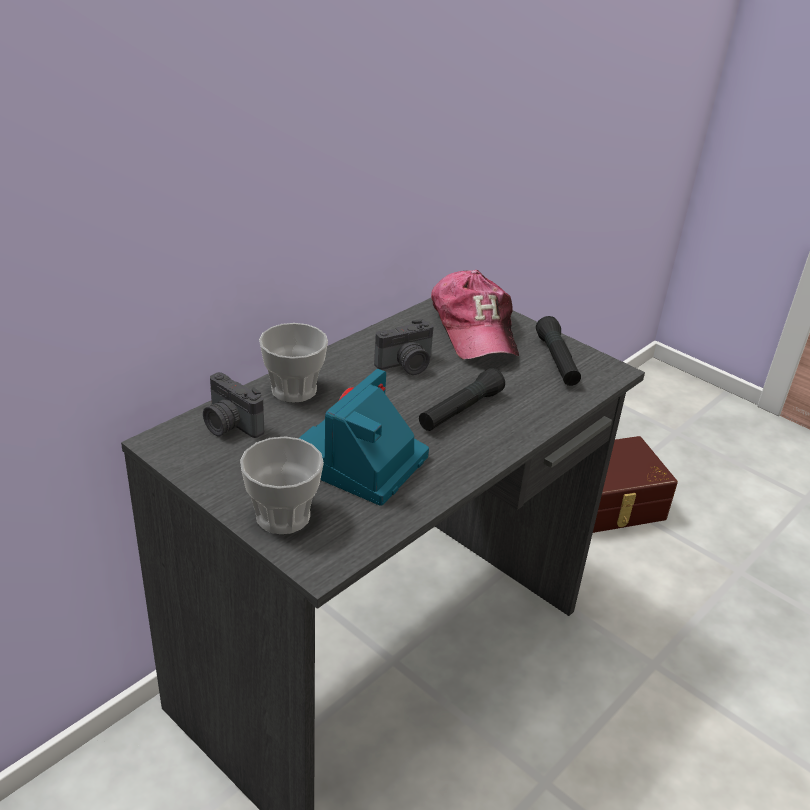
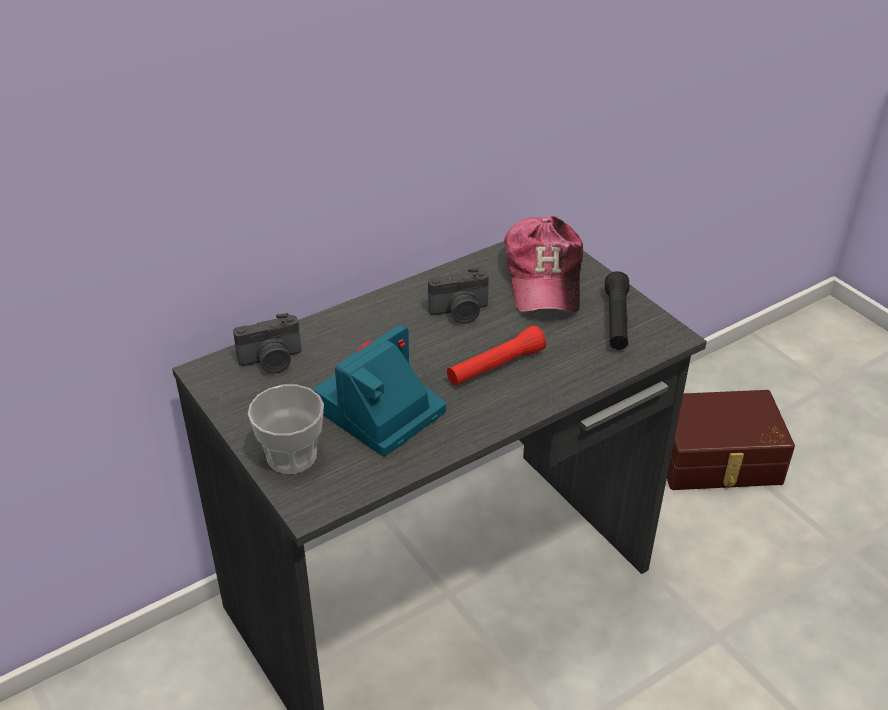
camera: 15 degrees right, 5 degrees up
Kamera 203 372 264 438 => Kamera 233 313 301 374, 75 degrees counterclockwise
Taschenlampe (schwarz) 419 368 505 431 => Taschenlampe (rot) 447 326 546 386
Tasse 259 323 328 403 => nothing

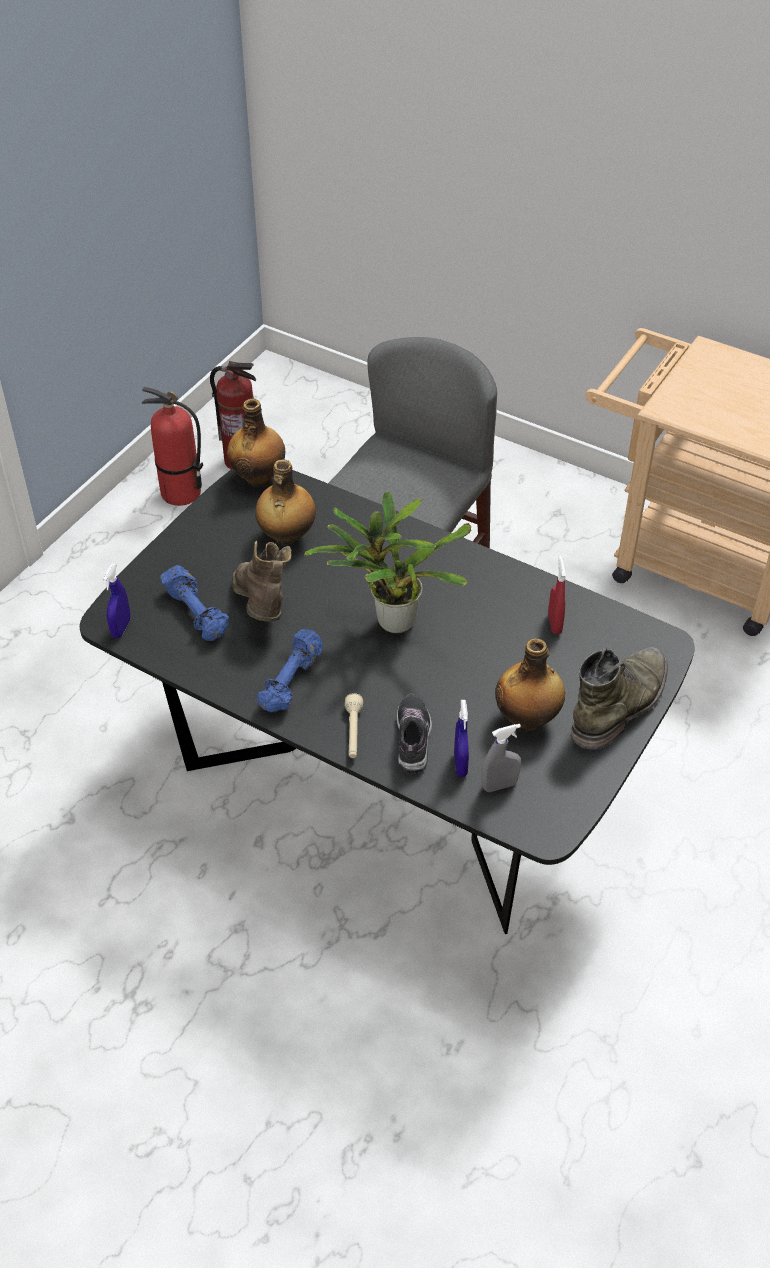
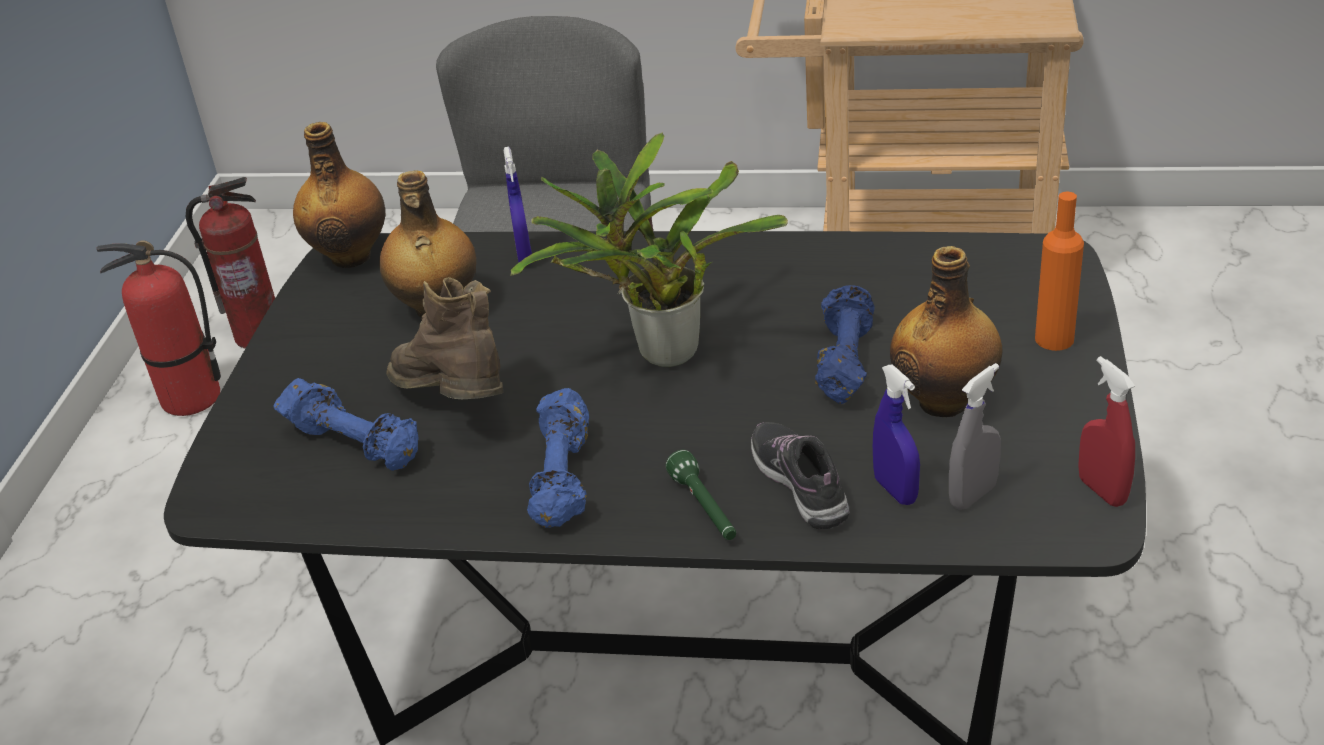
camera: 20 degrees left, 10 degrees down
Sprühflasche (blau) 103 564 130 638 => Sprühflasche (blau) 504 147 532 263, moved
Taschenlampe (beige) 345 693 363 758 => Taschenlampe (grün) 666 450 736 540
nothing => Hantel (blau) 815 285 875 404
Stiefel (grün) 571 647 668 750 => Flasche (orange) 1035 192 1084 351
Sprühflasche (rot) 548 555 566 634 => Sprühflasche (rot) 1078 356 1135 507, moved

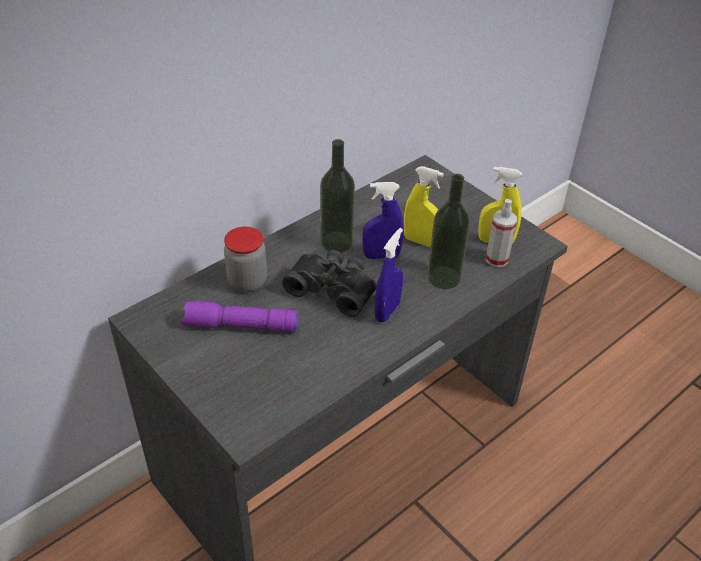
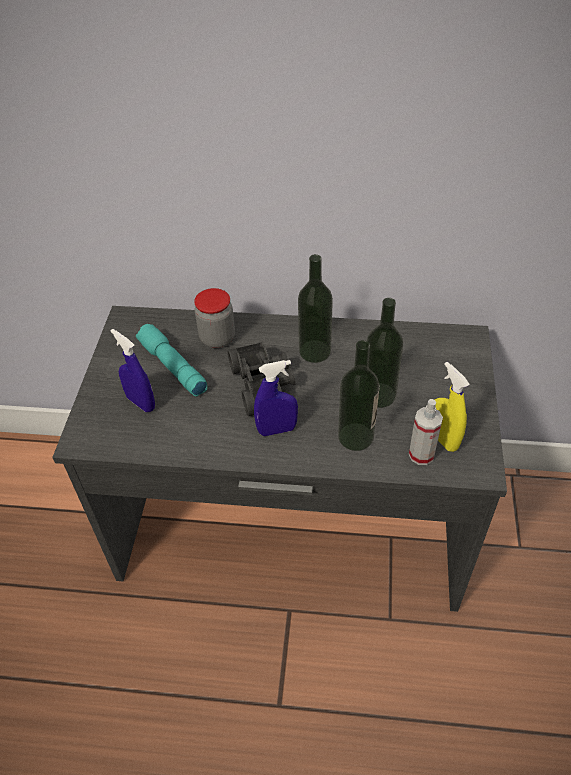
camera: 50 degrees right, 5 degrees up
Sprühflasche (blau) 362 182 404 259 => Sprühflasche (blau) 111 329 155 412, moved
Taschenlampe (lila) 181 301 299 332 => Taschenlampe (türkis) 136 324 207 396
Sprühflasche (gelb) 404 166 444 247 => Flasche 366 298 403 408

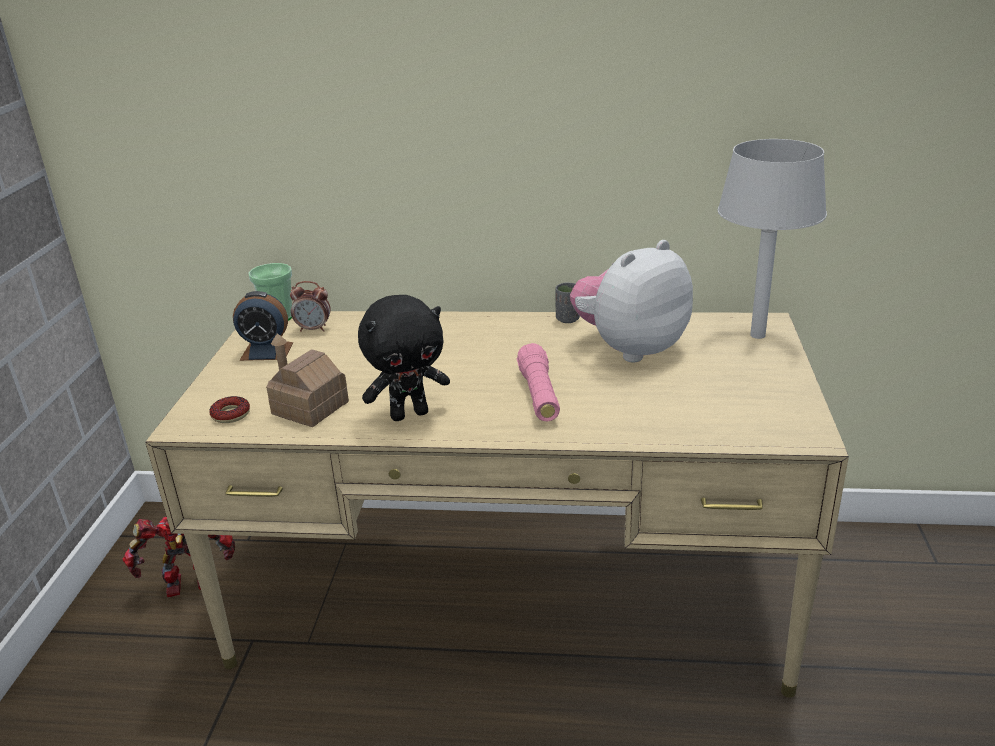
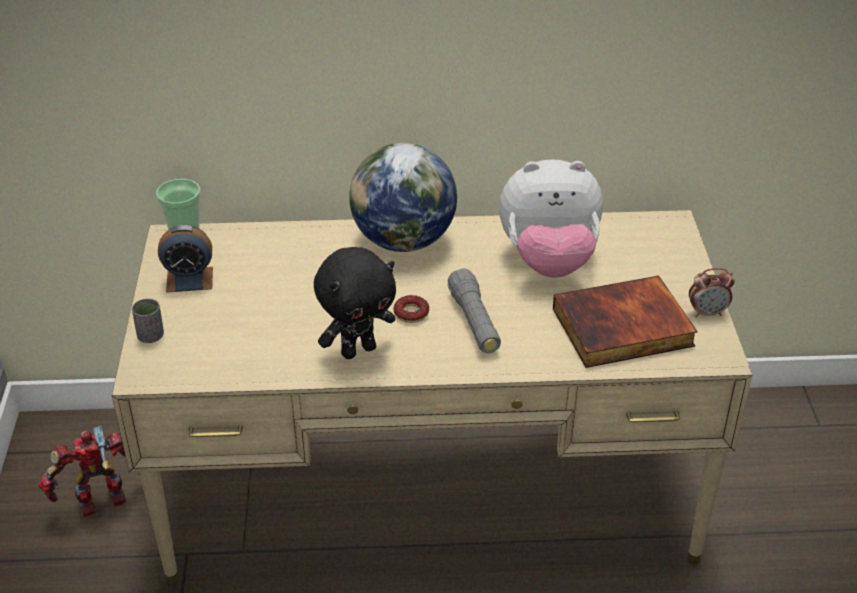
camera: 10 degrees left, 10 degrees up
Tasse (grau) 555 282 580 323 => Tasse (grau) 132 298 164 343, moved
nothing => Globus 349 143 457 252
Donut 209 396 250 423 => Donut 393 295 429 323, moved
Taschenlampe (rosa) 517 343 560 421 => Taschenlampe (grau) 448 268 501 353
Plüschtier 570 240 693 362 => Plüschtier 499 159 603 278, 135 degrees counterclockwise
nothing => Buch 553 276 698 368
Wecker 290 281 331 332 => Wecker 689 268 735 317, moved
Spielzeughaus 266 333 349 427 => nothing
Tischlampe (grau) 717 139 827 339 => nothing

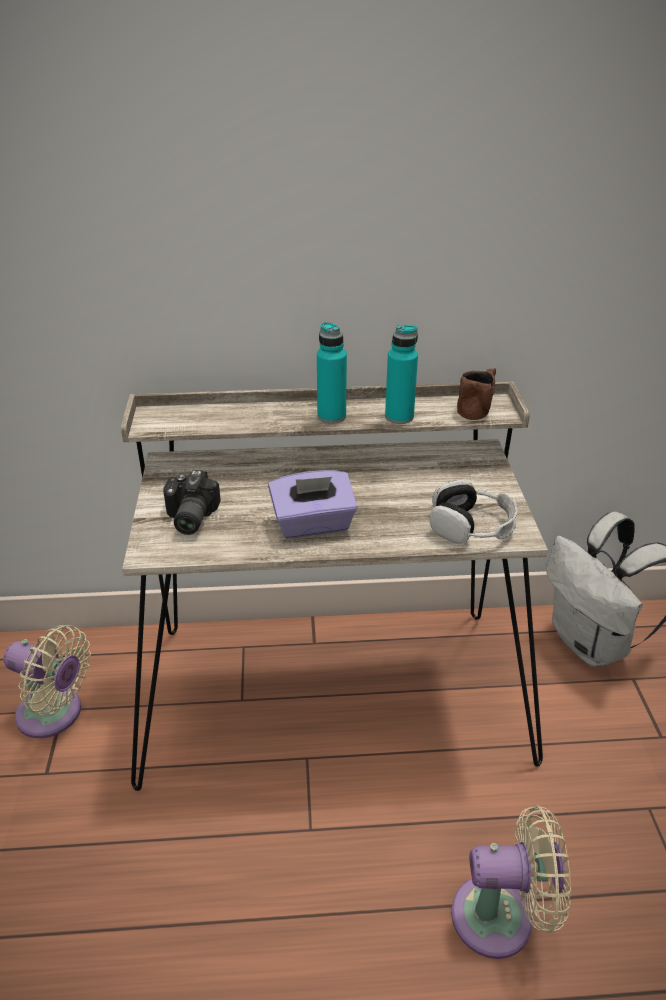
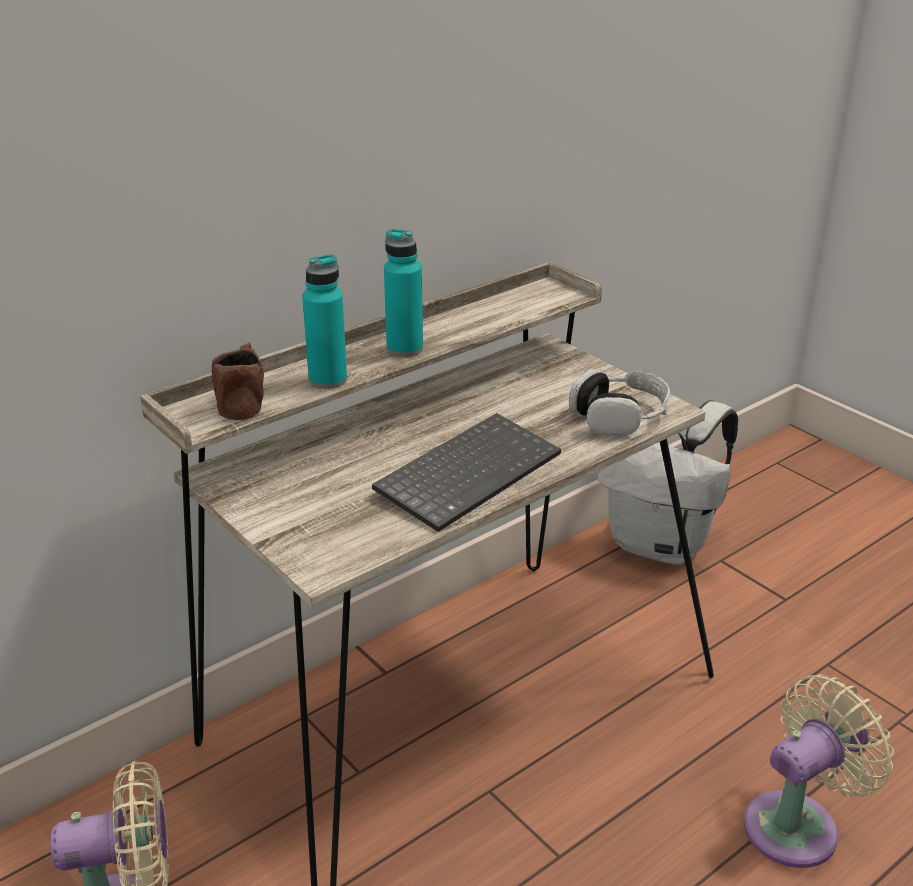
camera: 35 degrees left, 5 degrees down
Henkelbecher (braun) 457 368 496 420 => Henkelbecher (braun) 212 343 264 420, moved
Flasche (türkis) 385 325 418 424 => Flasche (türkis) 302 254 347 389, moved
Taschentuchbox (lila) 268 470 358 539 => Tastatur 372 413 561 532
Kamera 163 470 221 535 => nothing

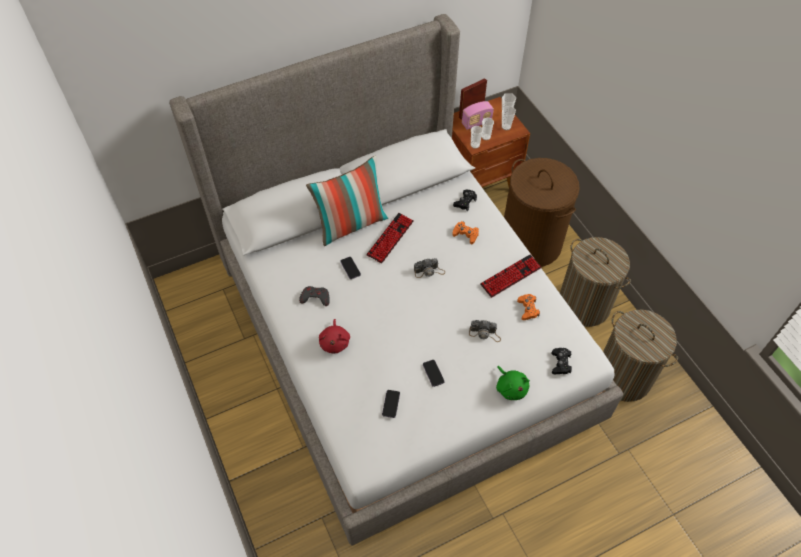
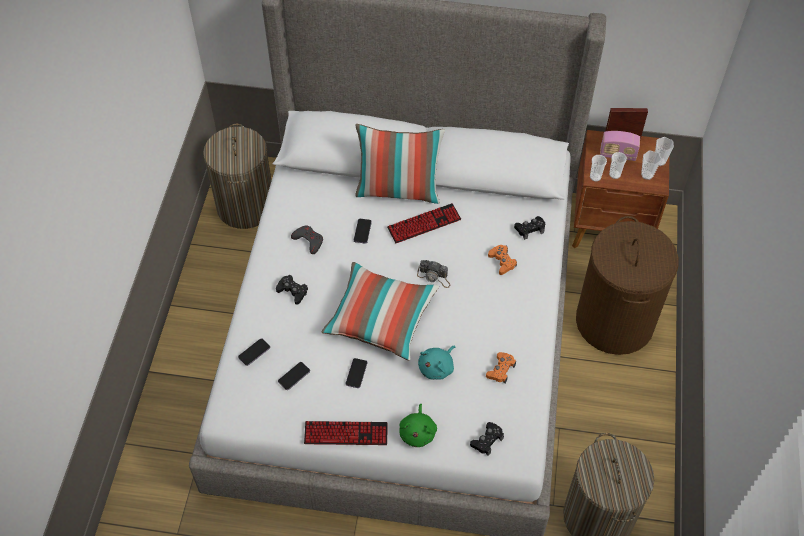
camera: 35 degrees right, 0 degrees up
Wäschekorb 560 237 631 327 => Wäschekorb 203 123 272 229, moved
nothing => Handy 238 338 270 366
Plüschtier (rot) 319 319 350 354 => Gamepad (schwarz) 276 275 308 305
Tastatur 480 255 542 298 => Tastatur 304 421 388 445, moved
nothing => Kissen 322 262 439 361
Kamera 469 320 501 342 => Plüschtier (türkis) 418 346 456 380

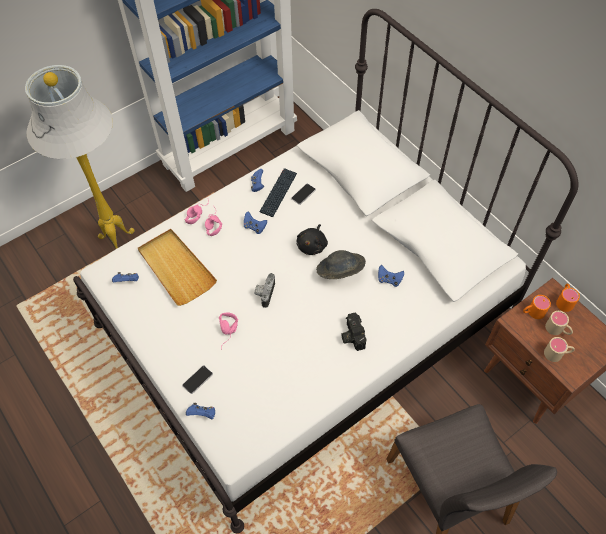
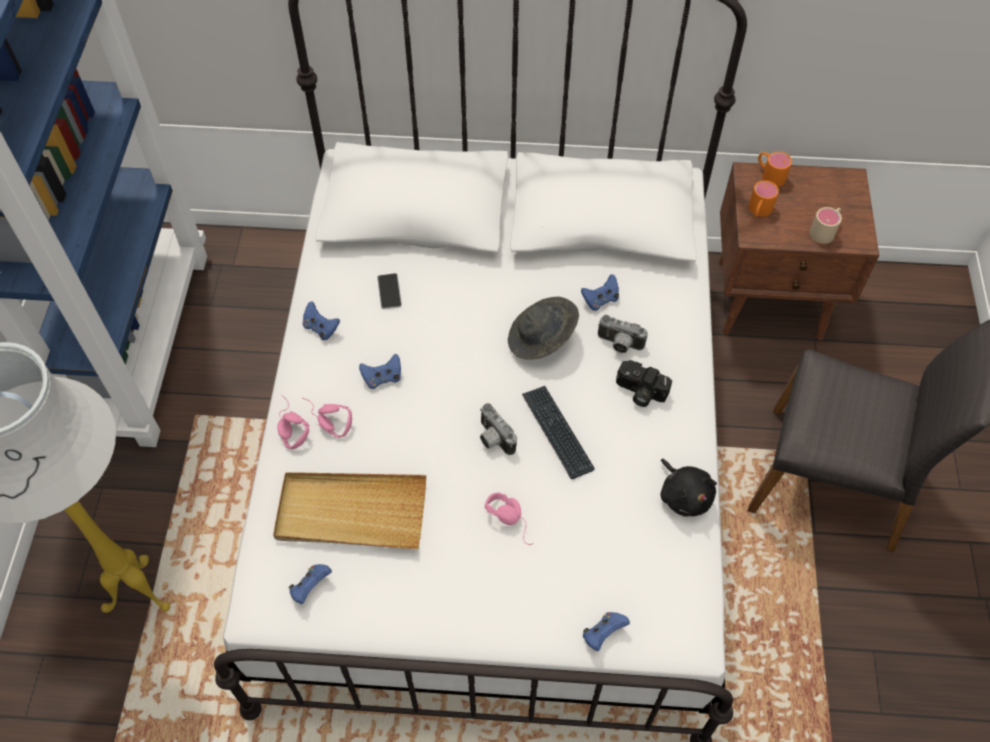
camera: 50 degrees left, 0 degrees up
Tastatur 260 168 297 217 => Tastatur 522 386 595 479, moved
nothing => Kamera 598 315 648 353
Plüschtier (schwarz) 297 224 328 255 => Plüschtier (schwarz) 661 459 717 516, moved
Handy 182 366 213 394 => nothing
Henkelbecher (beige) 545 311 573 335 => nothing

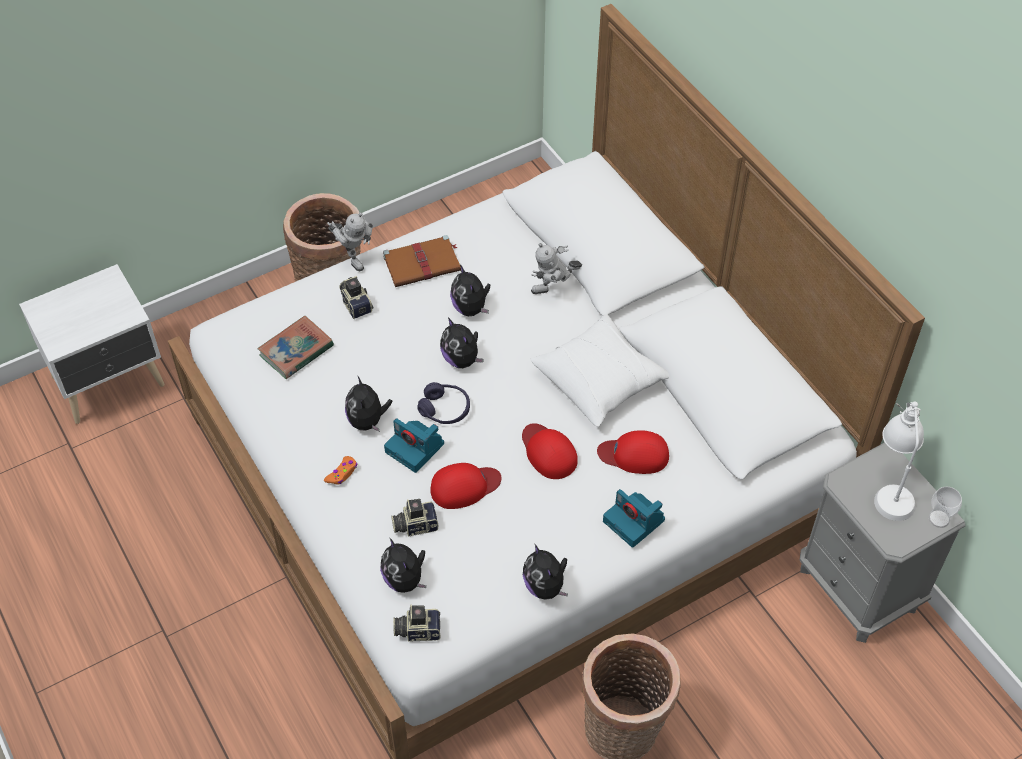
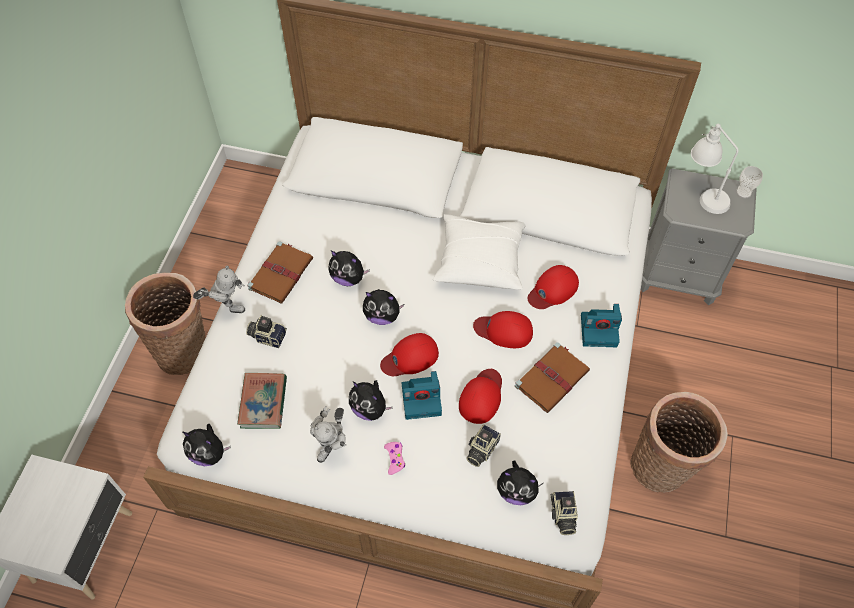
camera: 45 degrees left, 5 degrees up
Plüschtier 523 544 568 600 => Plüschtier 183 424 231 466, moved
Spielzeugroboter 531 243 582 294 => Spielzeugroboter 310 406 346 463, moved
Kopfhörer (lila) 417 382 470 424 => Kappe (rot) 380 333 439 376
Gamepad (orange) 324 456 357 485 => Gamepad (rosa) 384 442 405 475
nothing => Buch (braun) 515 342 590 413
Kamera 393 604 441 642 => Kamera 551 491 578 535, 45 degrees counterclockwise

